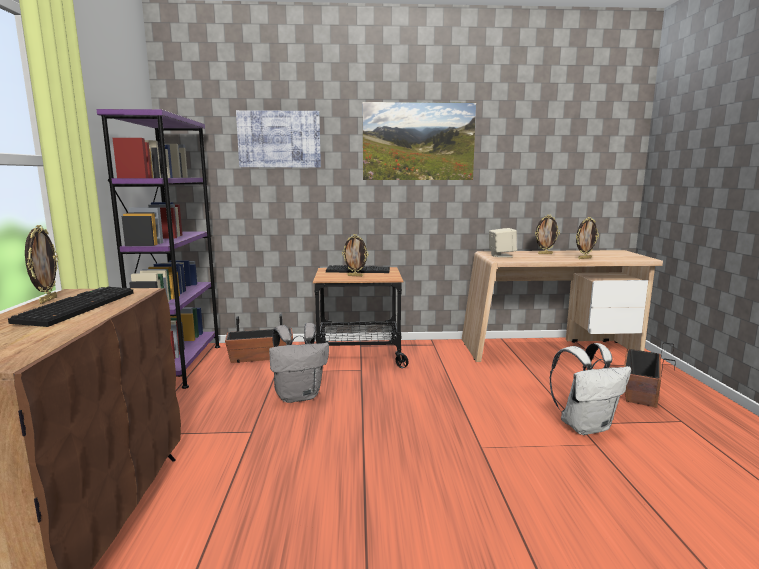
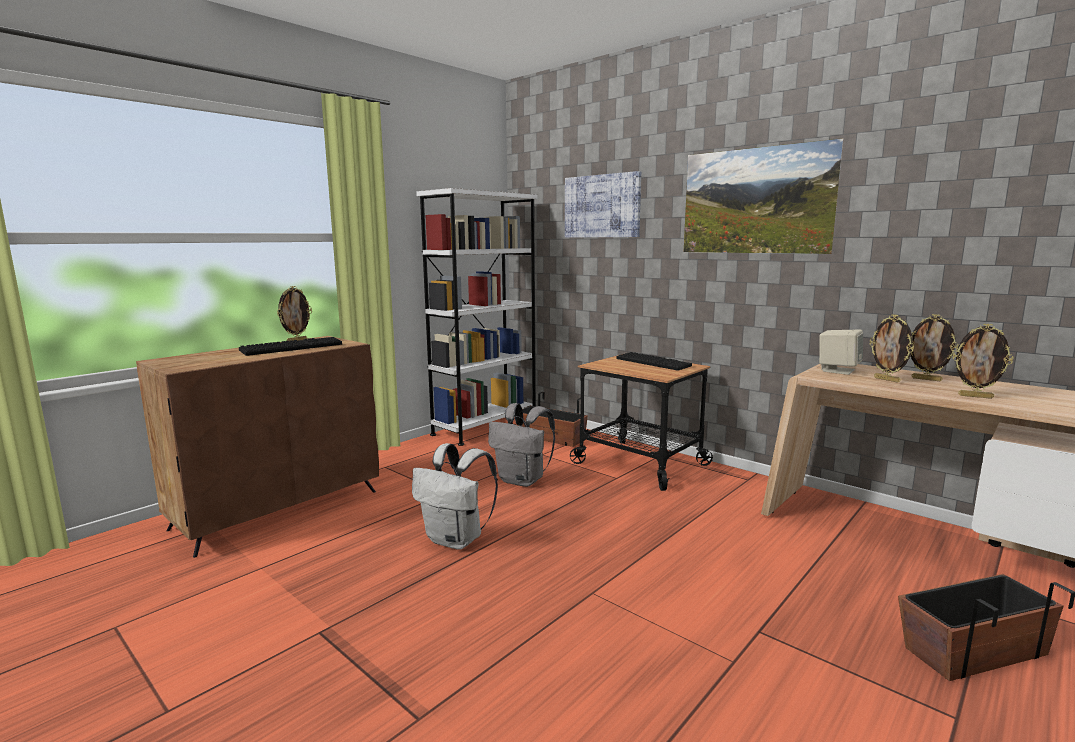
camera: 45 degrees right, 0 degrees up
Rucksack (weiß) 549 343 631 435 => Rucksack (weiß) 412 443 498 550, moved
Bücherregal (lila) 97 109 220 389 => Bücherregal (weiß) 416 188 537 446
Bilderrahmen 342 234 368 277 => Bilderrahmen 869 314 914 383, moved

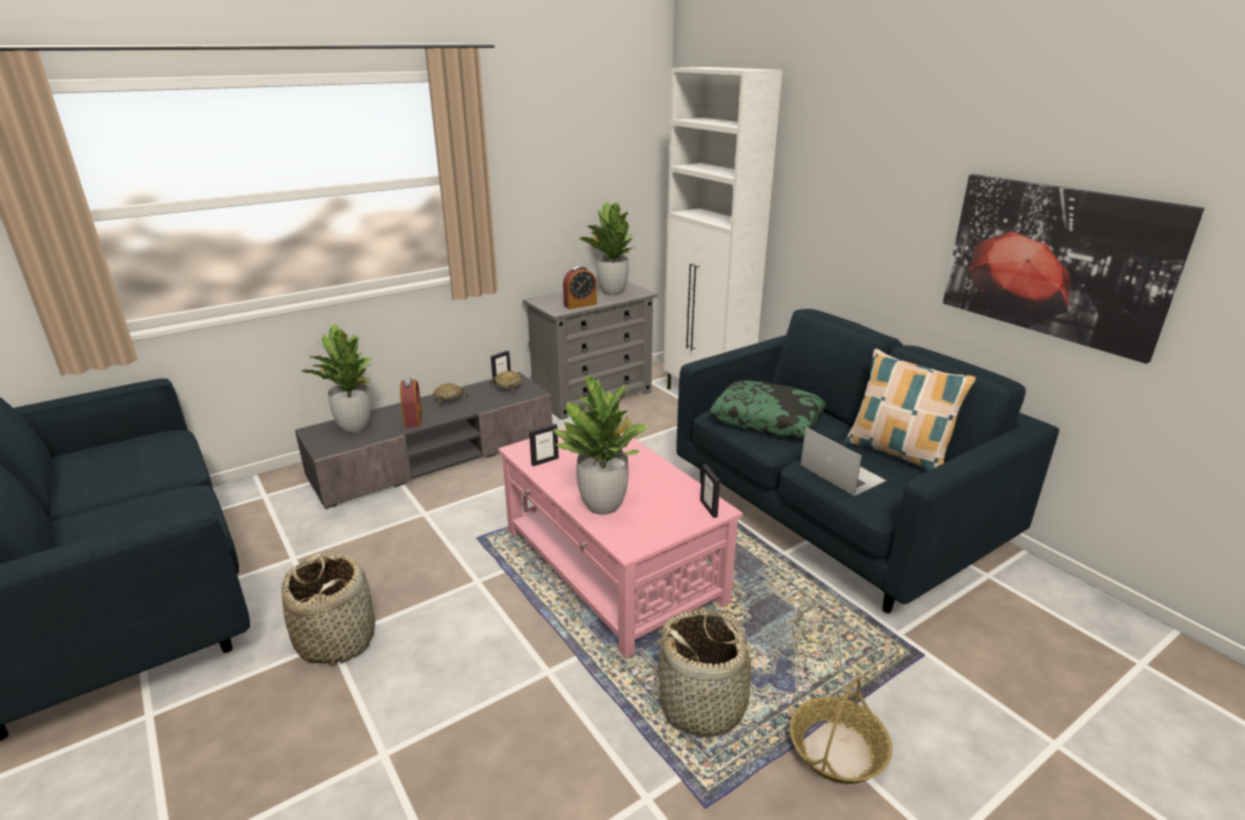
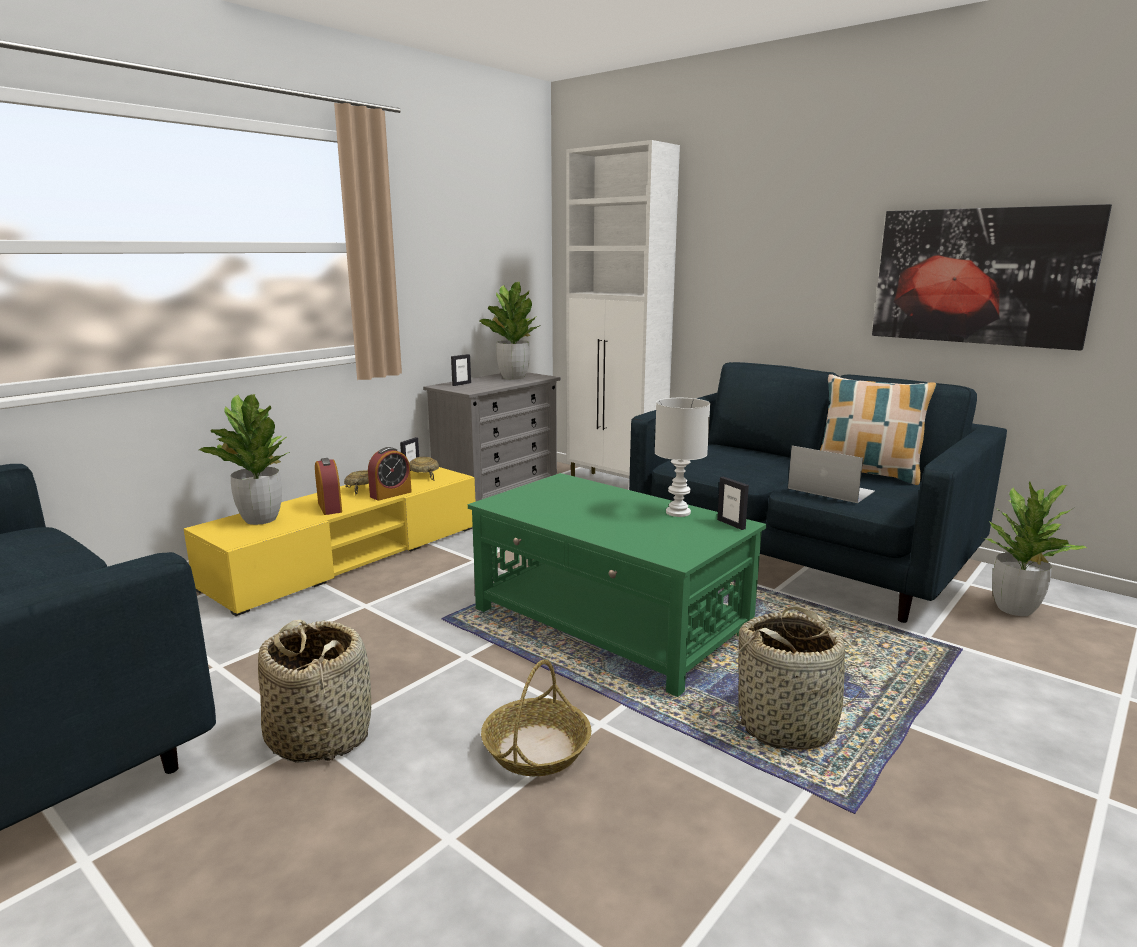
camera: 15 degrees left, 10 degrees down
Fernsehschrank (grau) 295 372 552 509 => Fernsehschrank (gelb) 184 467 475 616
Wecker 563 266 597 309 => Wecker 368 447 412 501, moved
Bilderrahmen 529 424 559 466 => Bilderrahmen 451 354 471 386, moved
Couchtisch (rosa) 498 427 743 658 => Couchtisch (grün) 468 473 766 697
Korb 790 678 892 784 => Korb 481 659 591 776, moved
nothing => Tischlampe (weiß) 655 398 710 517
Topfpflanze 553 376 649 515 => Topfpflanze 984 481 1087 616, moved
Kissen 710 380 826 438 => nothing

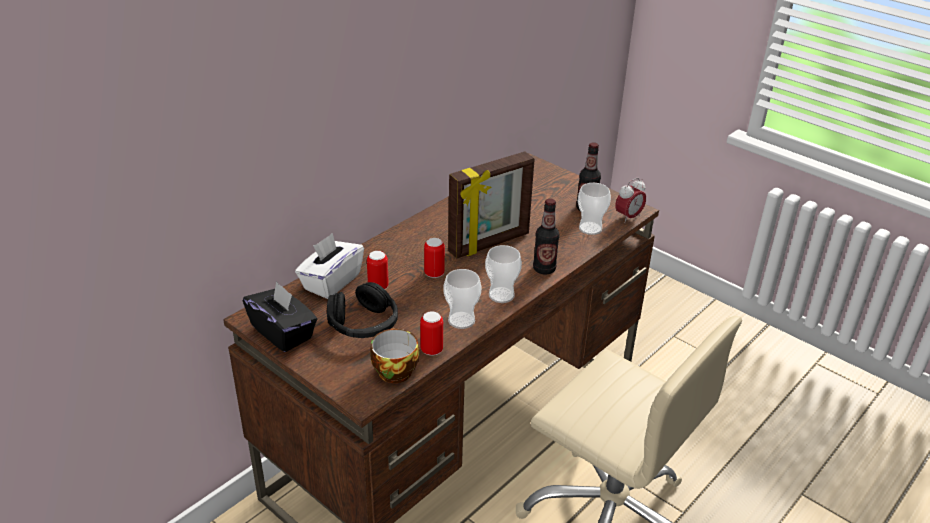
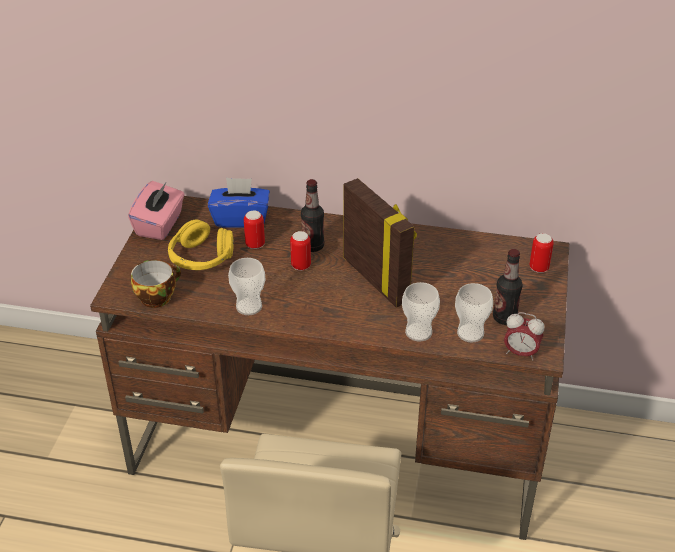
camera: 60 degrees right, 5 degrees up
Taschentuchbox (schwarz) 243 281 317 352 => Taschentuchbox (rosa) 128 181 184 240
Kopfhörer (schwarz) 327 282 398 338 => Kopfhörer (gelb) 168 219 234 270
Taschentuchbox (weiß) 295 233 364 299 => Taschentuchbox (blau) 208 177 270 228
Flasche 533 199 560 275 => Flasche 301 179 324 252, moved
Bilderrahmen 448 152 535 259 => Bilderrahmen 343 178 417 308, 150 degrees counterclockwise
Tasse 485 245 522 303 => Tasse 402 282 440 342, moved
Dose 420 311 443 356 => Dose 529 233 554 273, moved

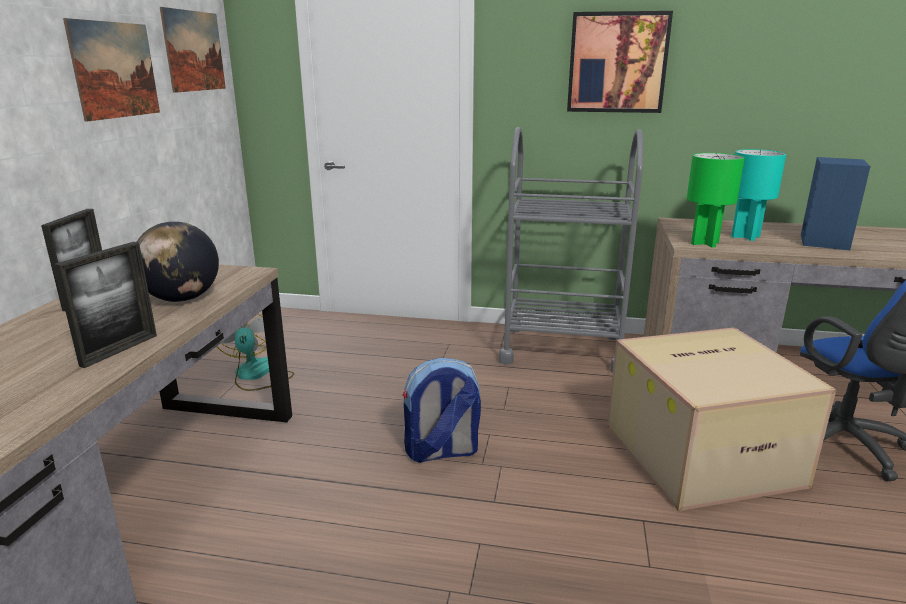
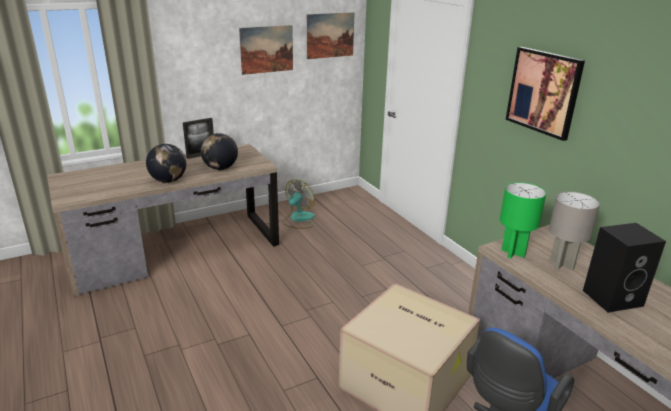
camera: 50 degrees right, 5 degrees up
Bilderrahmen 54 242 157 368 => Globus 146 144 186 183
Tischlampe (türkis) 731 149 786 241 => Tischlampe (grau) 549 192 600 270
Lautsprecher (blau) 801 157 871 250 => Lautsprecher (schwarz) 583 223 666 313
Rucksack 402 358 481 463 => nothing
Rollwagen (grau) 499 127 643 373 => nothing

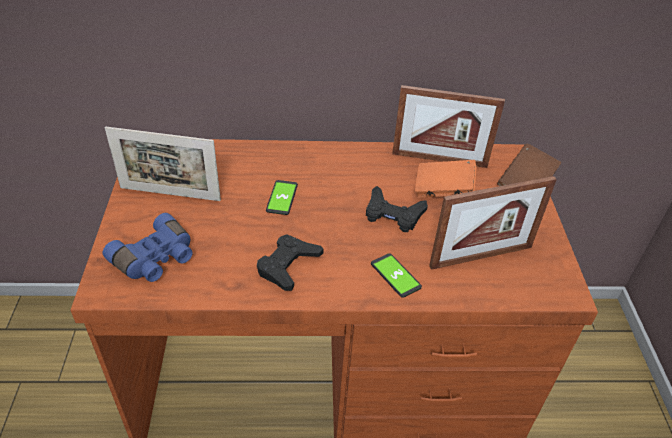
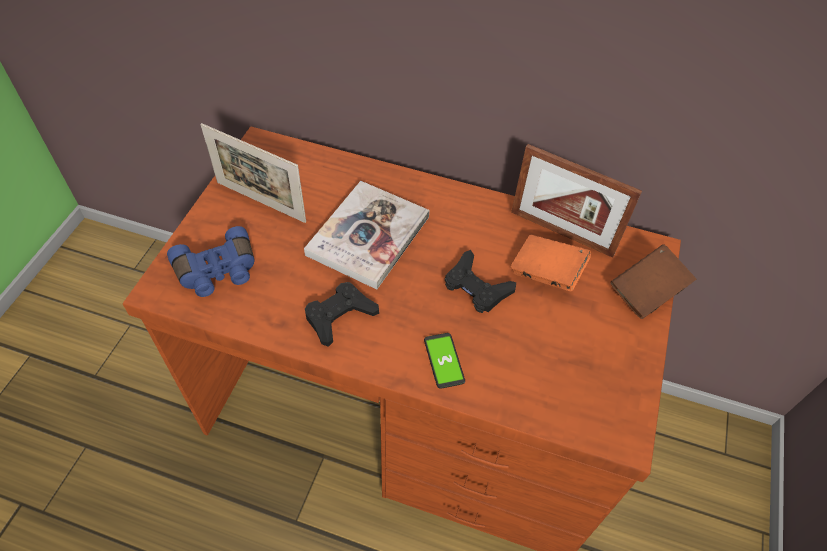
camera: 20 degrees right, 10 degrees up
Handy 266 180 298 215 => Buch 304 181 429 290
Bilderrahmen 429 176 557 270 => nothing

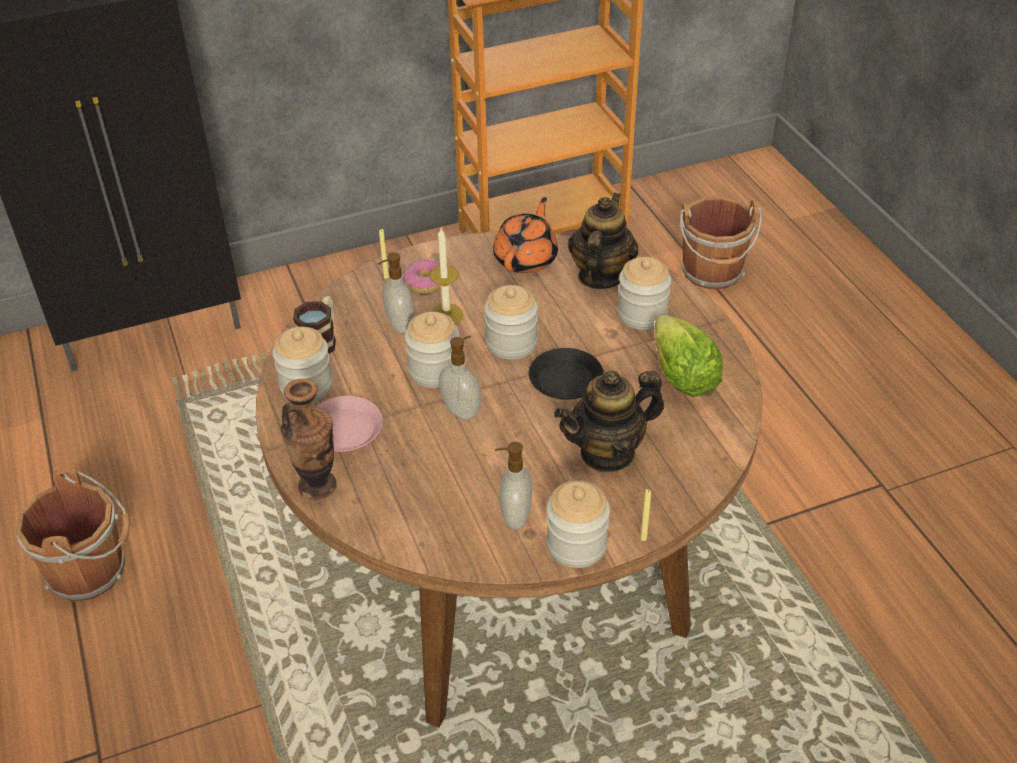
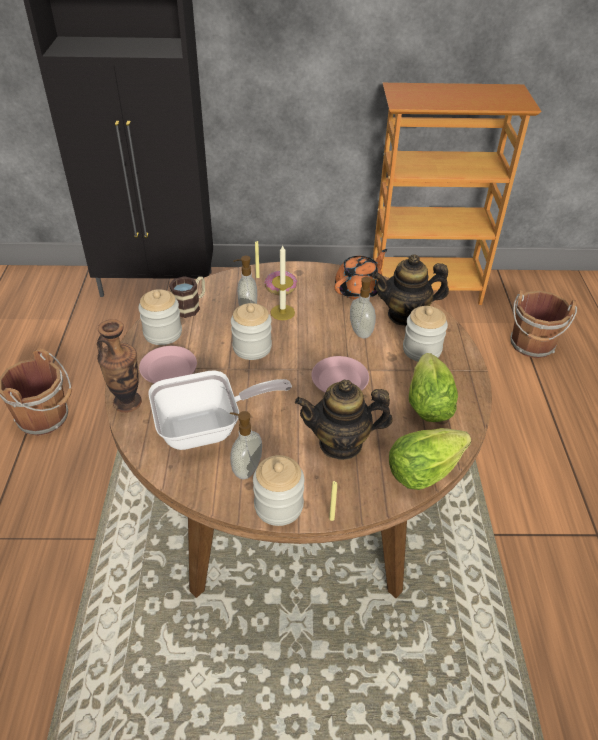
camera: 20 degrees right, 0 degrees up
nothing => Pfanne 148 370 292 450
Teller (schwarz) 529 348 604 400 => Teller (rosa) 311 356 369 393
Seifenspender 439 335 481 420 => Seifenspender 350 277 378 339, moved
Teekanne 568 192 638 289 => Teekanne 372 255 449 326, 135 degrees counterclockwise
nothing => Salatkopf 389 428 471 490
Vorratsglas 484 285 538 360 => nothing

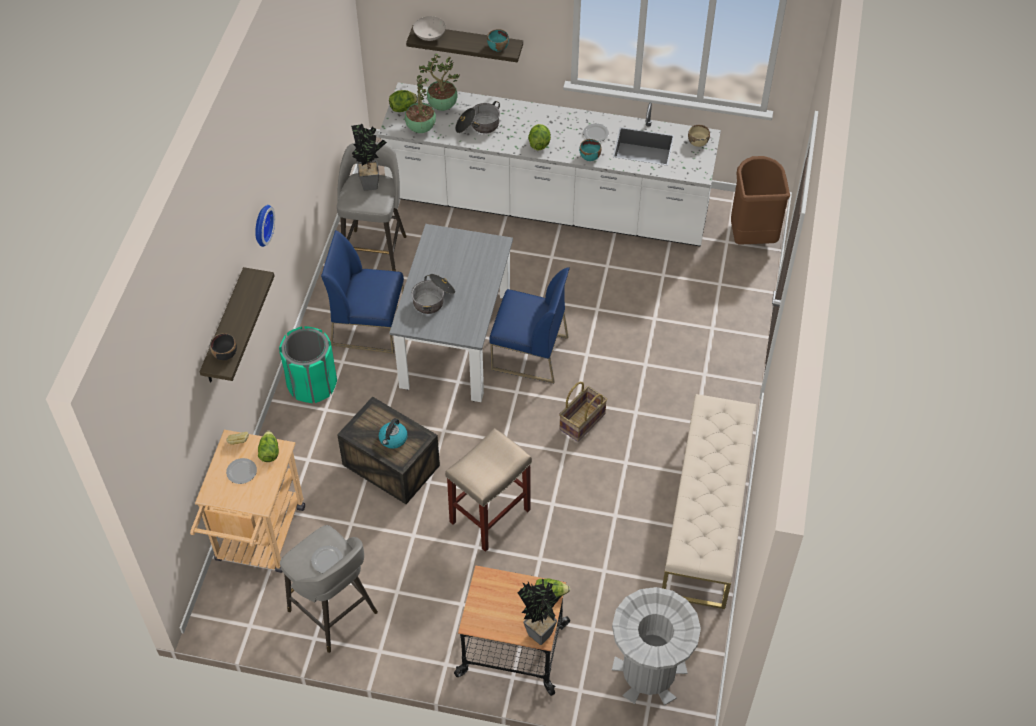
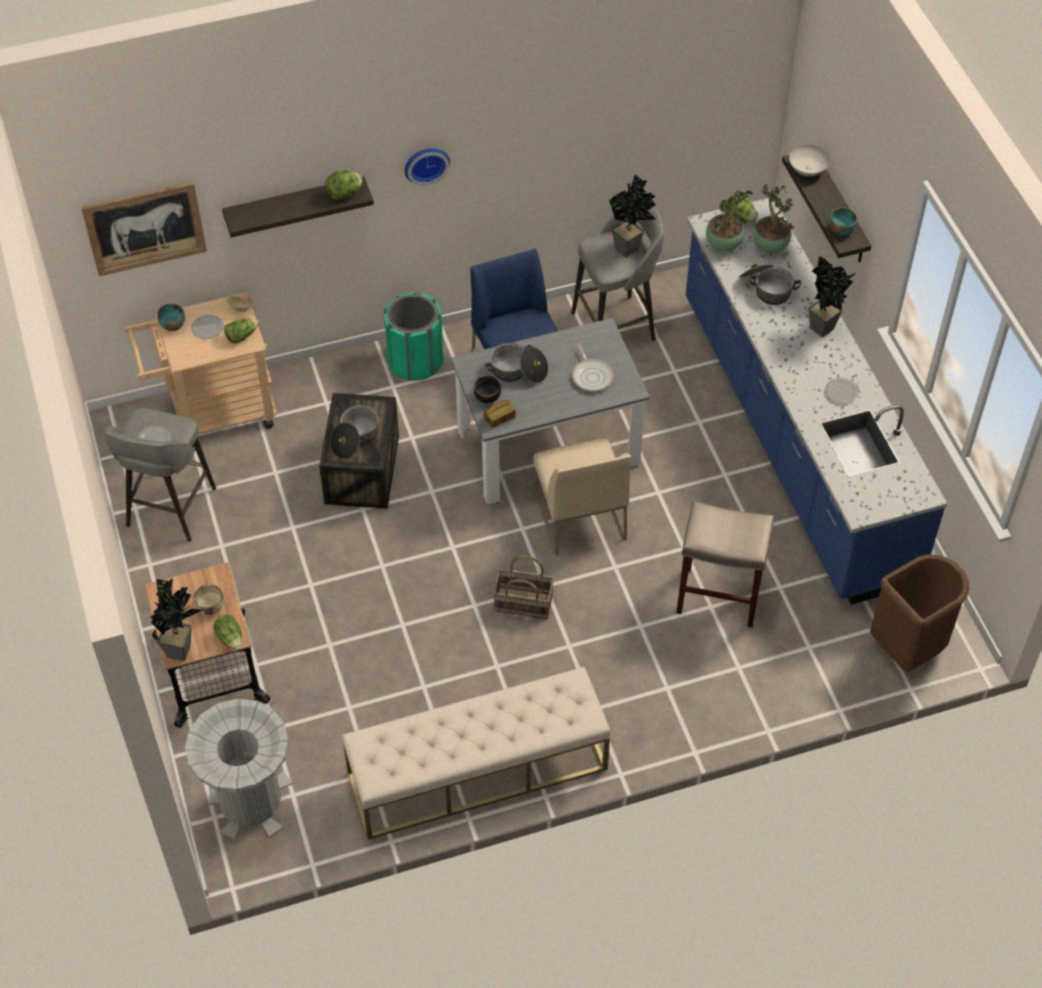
camera: 60 degrees right, 0 degrees up
nothing => Bild 81 181 207 276
Schüssel (türkis) 579 139 601 161 => Schüssel (türkis) 157 304 185 331, moved
Schüssel (beige) 688 125 710 147 => Schüssel (beige) 194 584 224 615, moved
Salatkopf 528 124 551 150 => Salatkopf 325 170 362 199, moved
Wasserkessel 379 418 408 449 => Kochtopf 330 399 378 459
Schüssel (schwarz) 210 333 237 360 => Schüssel (schwarz) 473 375 501 404, moved
nothing => Brot 484 400 516 428
Stuhl (blau) 489 267 570 383 => Stuhl (beige) 533 438 632 556
nothing => Pfanne 572 343 614 392
Hocker (beige) 445 428 532 552 => Hocker (beige) 677 501 774 628, moved
Küchenzeile (weiß) 378 83 721 247 => Küchenzeile (blau) 686 198 947 605
nothing => Topfpflanze 808 257 856 337

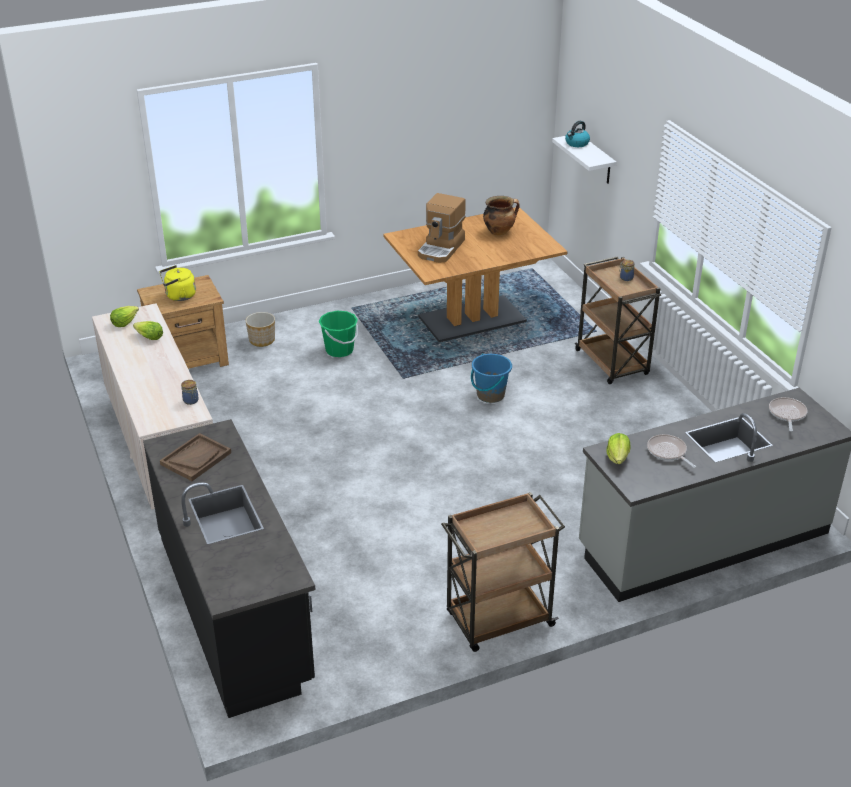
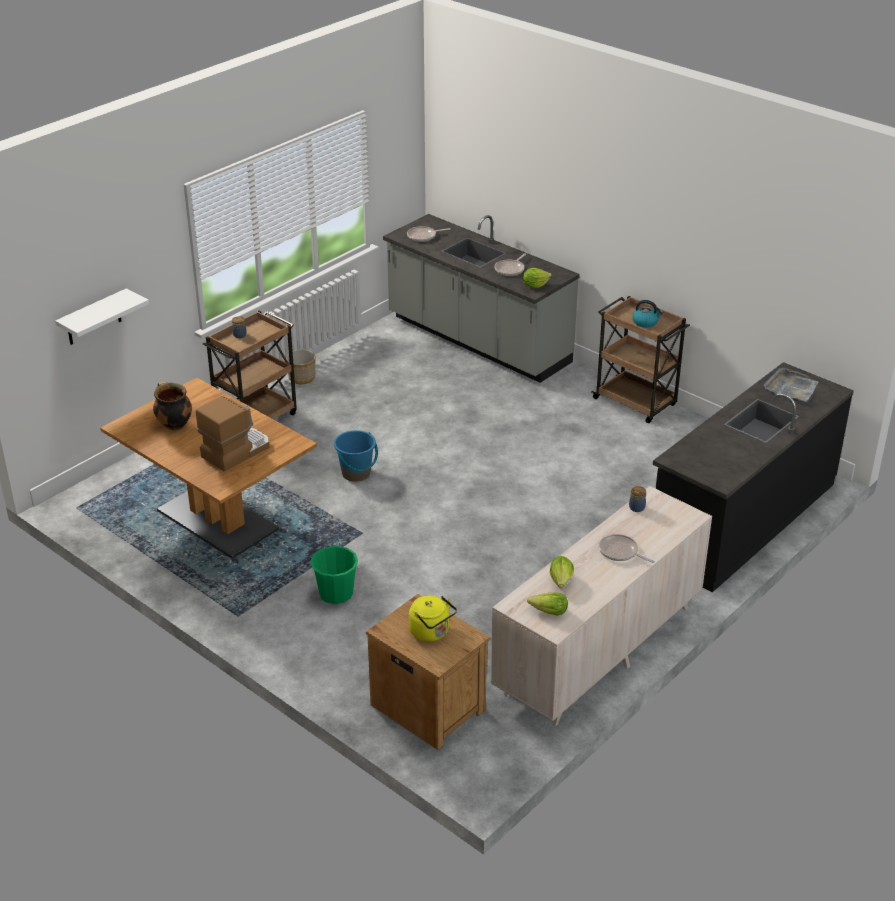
camera: 115 degrees left, 0 degrees up
Kaffeemaschine 418 193 466 263 => Kaffeemaschine 196 396 269 472, 45 degrees counterclockwise
Pflanzkübel 245 312 275 347 => Pflanzkübel 286 349 315 384, moved
nothing => Pfanne 599 534 655 563
Wasserkessel 565 121 590 147 => Wasserkessel 632 300 663 328, moved
nothing => Tablett (grau) 763 368 818 403
Tablett (braun) 160 433 231 481 => nothing

